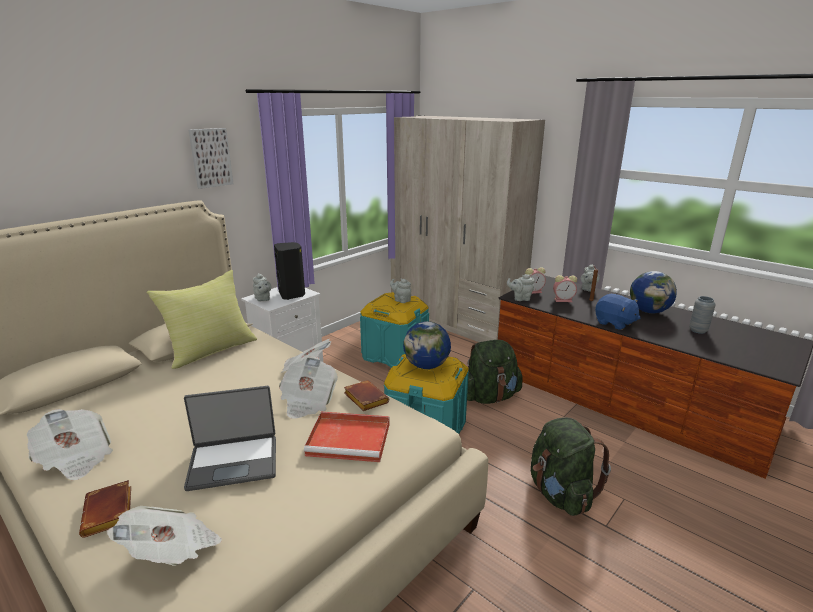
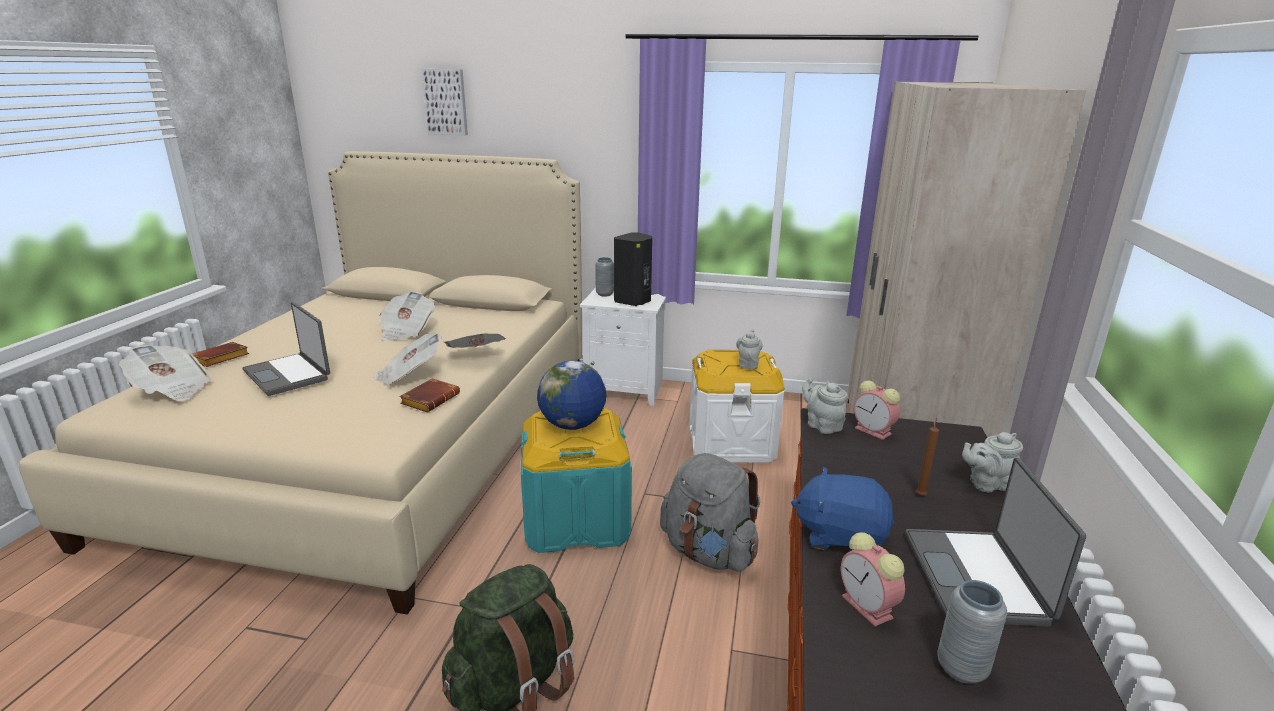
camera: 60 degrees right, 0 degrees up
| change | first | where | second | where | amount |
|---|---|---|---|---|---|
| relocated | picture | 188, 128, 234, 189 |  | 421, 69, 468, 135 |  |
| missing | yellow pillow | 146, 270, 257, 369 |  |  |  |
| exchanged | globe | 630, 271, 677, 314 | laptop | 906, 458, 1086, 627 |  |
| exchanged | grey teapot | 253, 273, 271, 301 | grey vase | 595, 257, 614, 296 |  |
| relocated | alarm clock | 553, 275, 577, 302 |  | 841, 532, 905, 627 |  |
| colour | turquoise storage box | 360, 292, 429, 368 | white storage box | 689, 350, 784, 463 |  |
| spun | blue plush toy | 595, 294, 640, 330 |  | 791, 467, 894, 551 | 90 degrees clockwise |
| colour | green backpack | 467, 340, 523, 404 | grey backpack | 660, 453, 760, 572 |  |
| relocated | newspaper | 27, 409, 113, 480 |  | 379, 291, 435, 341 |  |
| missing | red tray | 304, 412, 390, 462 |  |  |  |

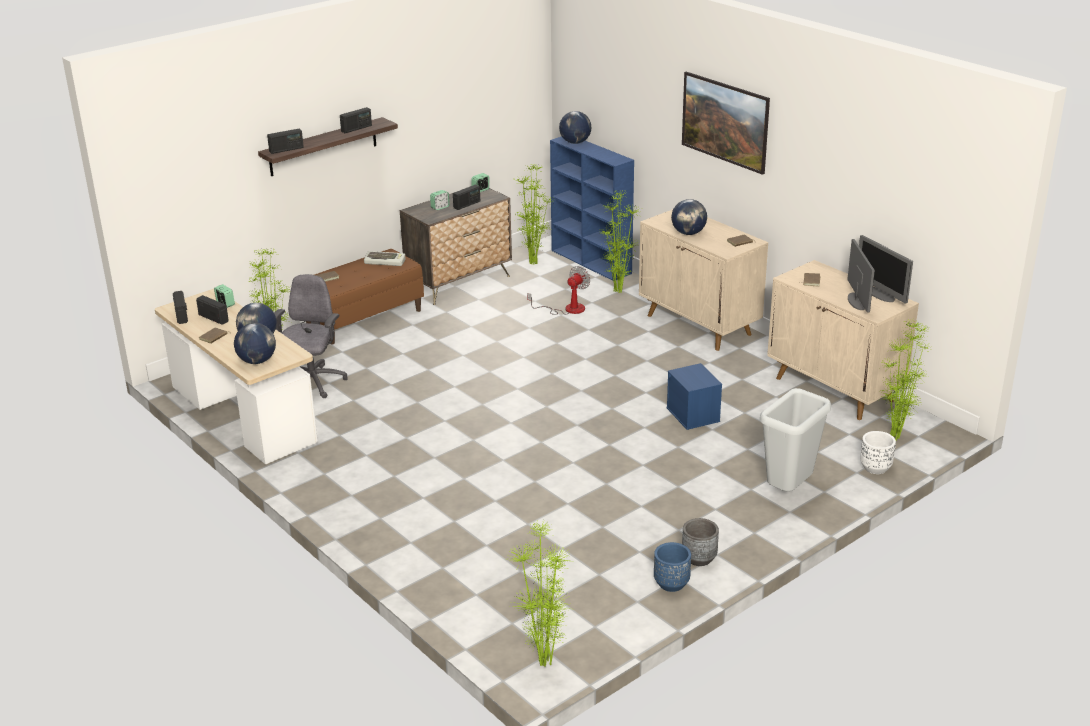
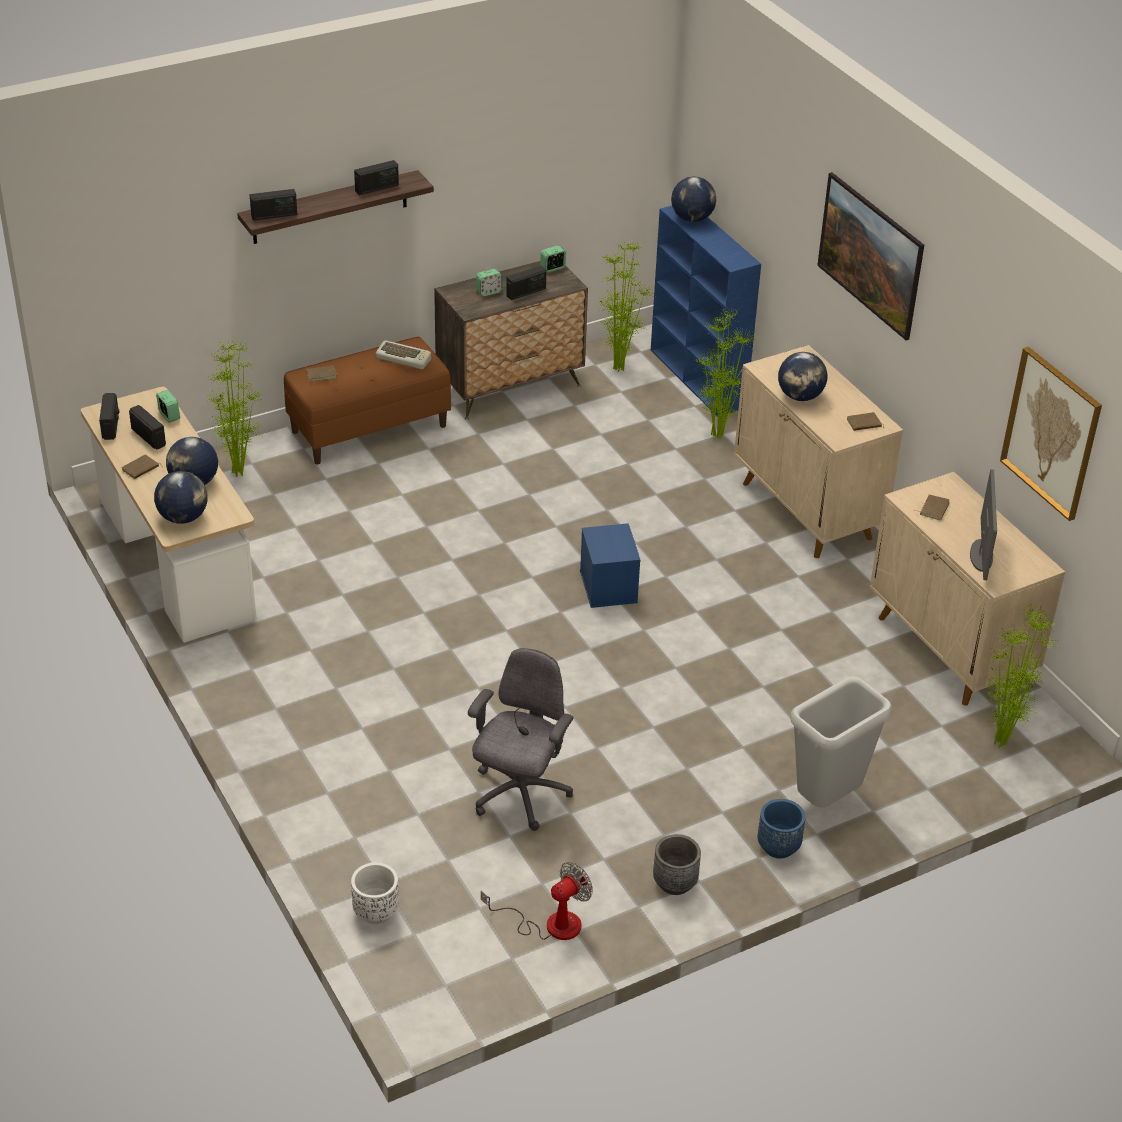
camera: 10 degrees right, 10 degrees up
| change | first | where | second | where | amount |
|---|---|---|---|---|---|
| missing | monitor | 859, 235, 913, 304 |  |  |  |
| relocated | fan | 527, 266, 590, 315 |  | 481, 862, 593, 940 |  |
| relocated | grey office chair | 274, 274, 347, 398 |  | 468, 648, 573, 831 |  |
| relocated | blue storage box | 667, 363, 722, 430 |  | 580, 523, 640, 608 |  |
| relocated | white planter | 860, 431, 896, 474 |  | 351, 862, 399, 924 |  |
| missing | potted plant | 508, 520, 575, 667 |  |  |  |
| relocated | blue planter | 654, 542, 691, 592 |  | 758, 799, 806, 859 |  |
| appeared |  |  | picture | 1000, 347, 1102, 521 |  |

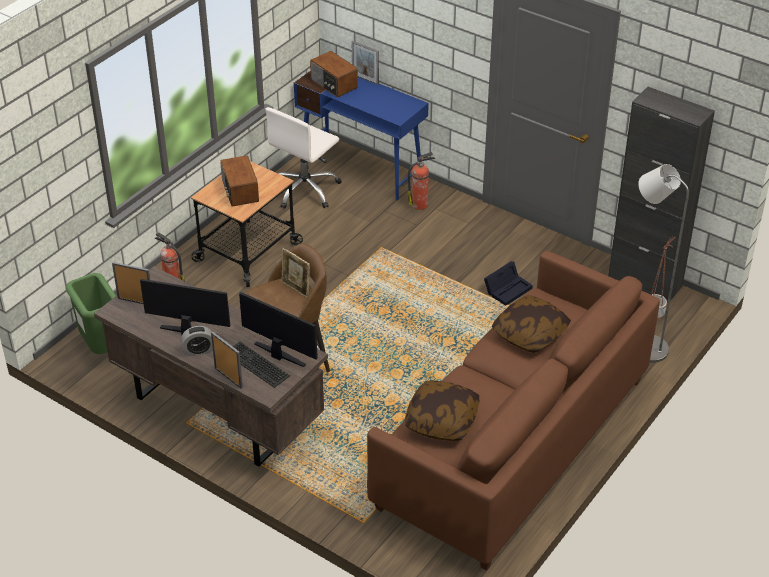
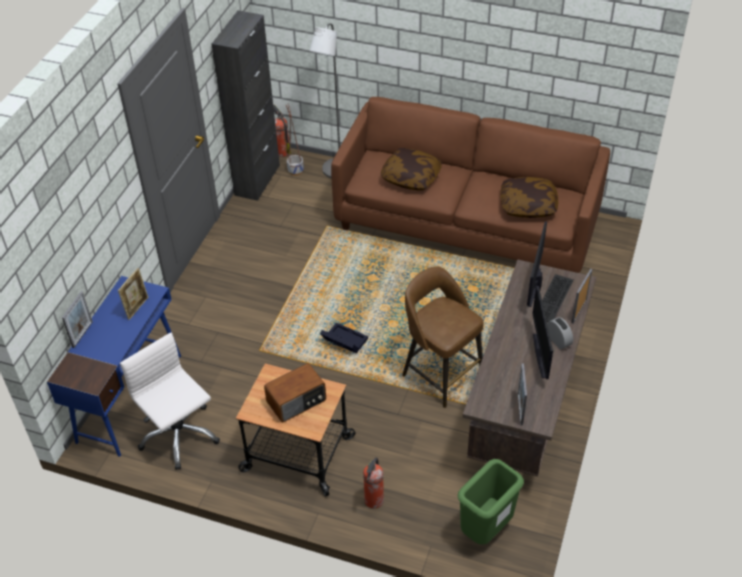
camera: 105 degrees left, 5 degrees up
| change | first | where | second | where | amount |
|---|---|---|---|---|---|
| missing | radio | 310, 51, 358, 97 |  |  |  |
| spun | white office chair | 265, 107, 341, 209 |  | 120, 332, 220, 470 | 150 degrees counterclockwise |
| relocated | fire extinguisher | 408, 152, 435, 210 |  | 273, 105, 291, 157 |  |
| relocated | picture frame | 281, 248, 310, 298 |  | 118, 268, 148, 320 |  |
| relocated | black storage box | 484, 261, 533, 306 |  | 320, 322, 368, 354 |  |

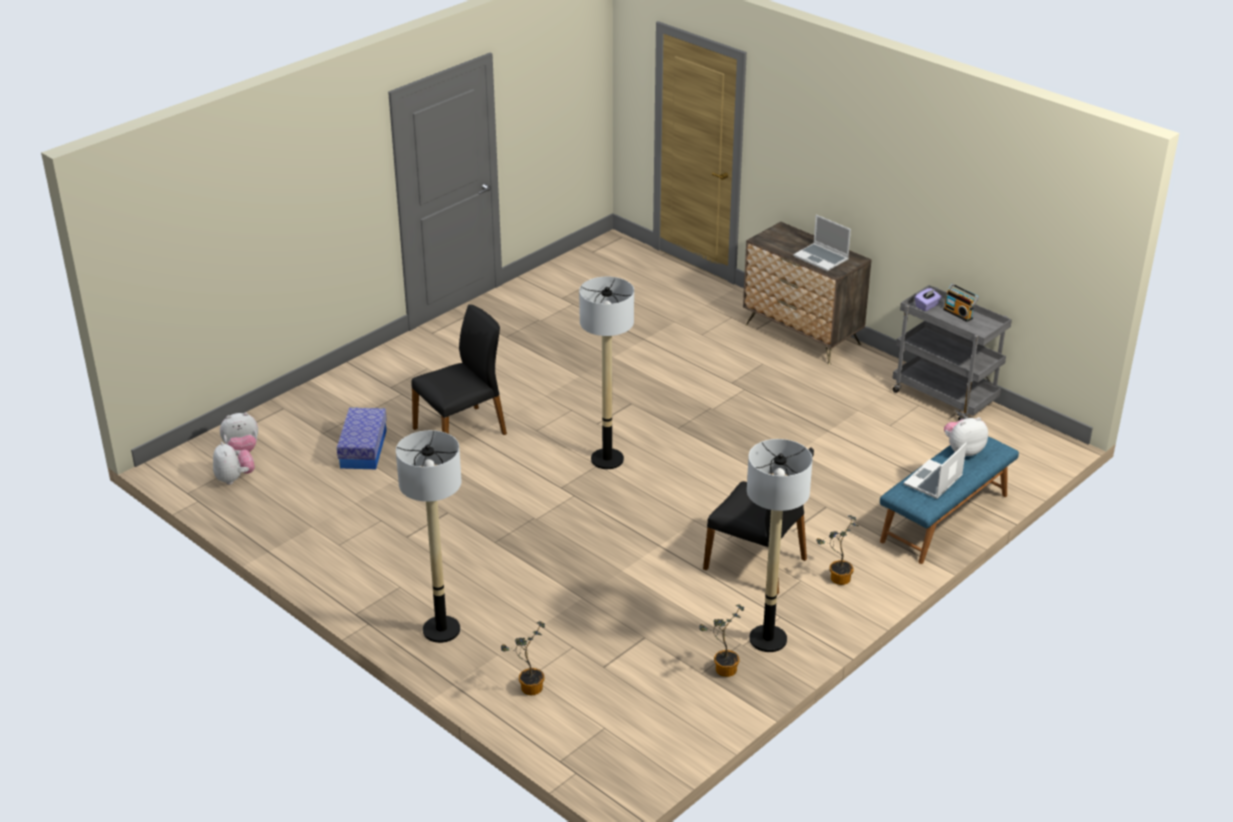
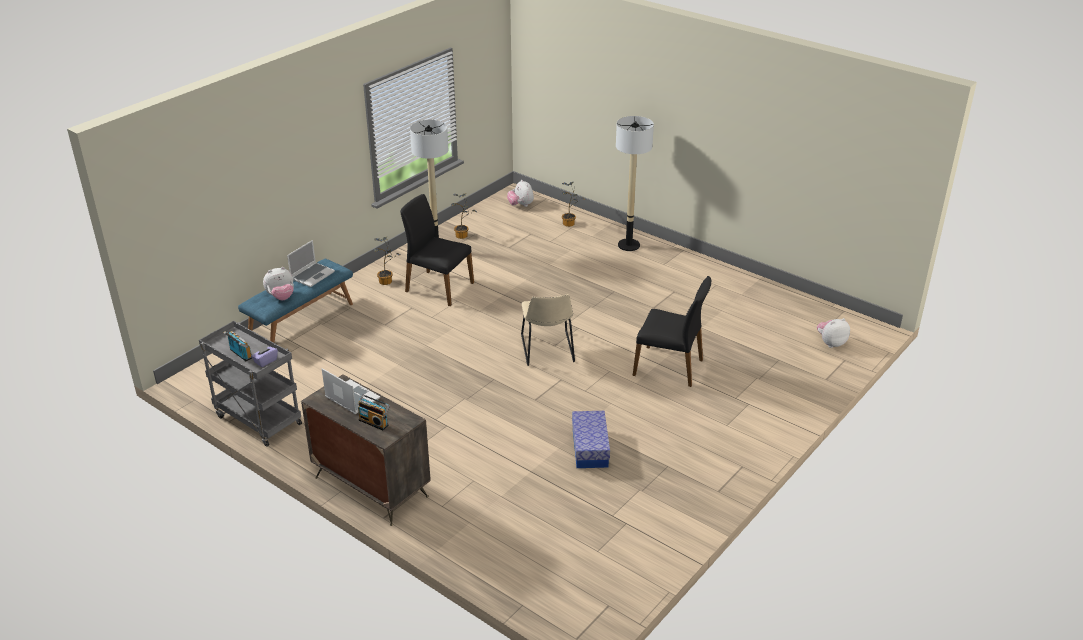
camera: 175 degrees right, 0 degrees up
| change | first | where | second | where | amount |
|---|---|---|---|---|---|
| exchanged | floor lamp | 579, 277, 634, 469 | beige chair | 521, 294, 575, 366 |  |
| spun | black chair | 411, 305, 507, 435 |  | 633, 276, 711, 387 | 120 degrees counterclockwise |
| relocated | storage box | 337, 408, 387, 469 |  | 572, 411, 610, 468 |  |
| relocated | plush toy | 213, 442, 255, 485 |  | 507, 180, 534, 207 |  |
| appeared |  |  | radio | 358, 394, 390, 430 |  |

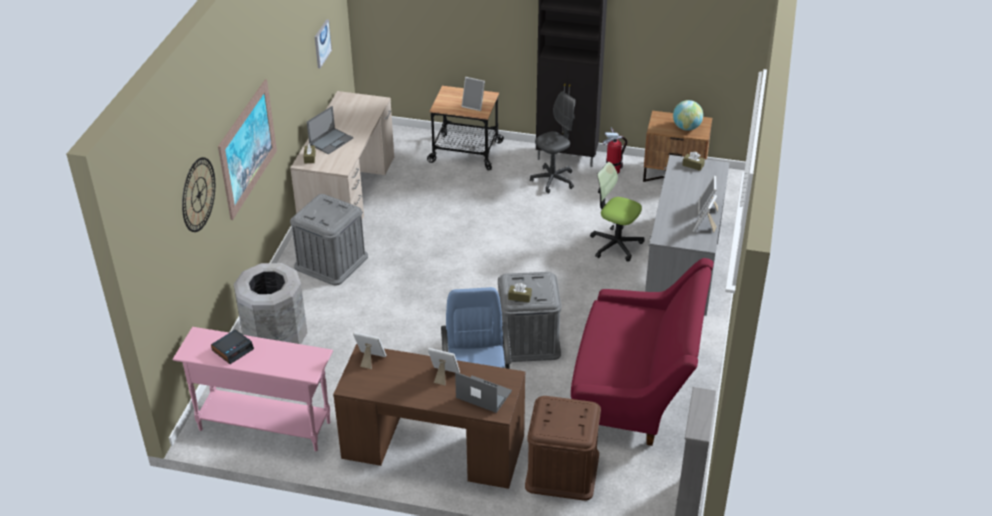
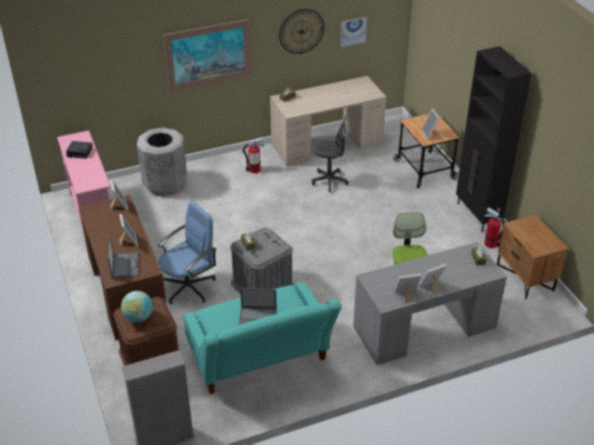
camera: 55 degrees right, 0 degrees up
| change | first | where | second | where | amount |
|---|---|---|---|---|---|
| relocated | grey office chair | 530, 91, 576, 193 |  | 312, 115, 349, 192 |  |
| relocated | globe | 673, 100, 703, 131 |  | 121, 291, 153, 322 |  |
| relocated | laptop | 307, 106, 354, 154 |  | 239, 288, 277, 325 |  |
| relocated | wall clock | 182, 157, 215, 232 |  | 279, 9, 324, 54 |  |
| exchanged | grey storage box | 290, 194, 368, 285 | fire extinguisher | 243, 137, 264, 173 |  |
| colour | red sofa | 571, 258, 713, 446 | turquoise sofa | 184, 282, 342, 394 |  |

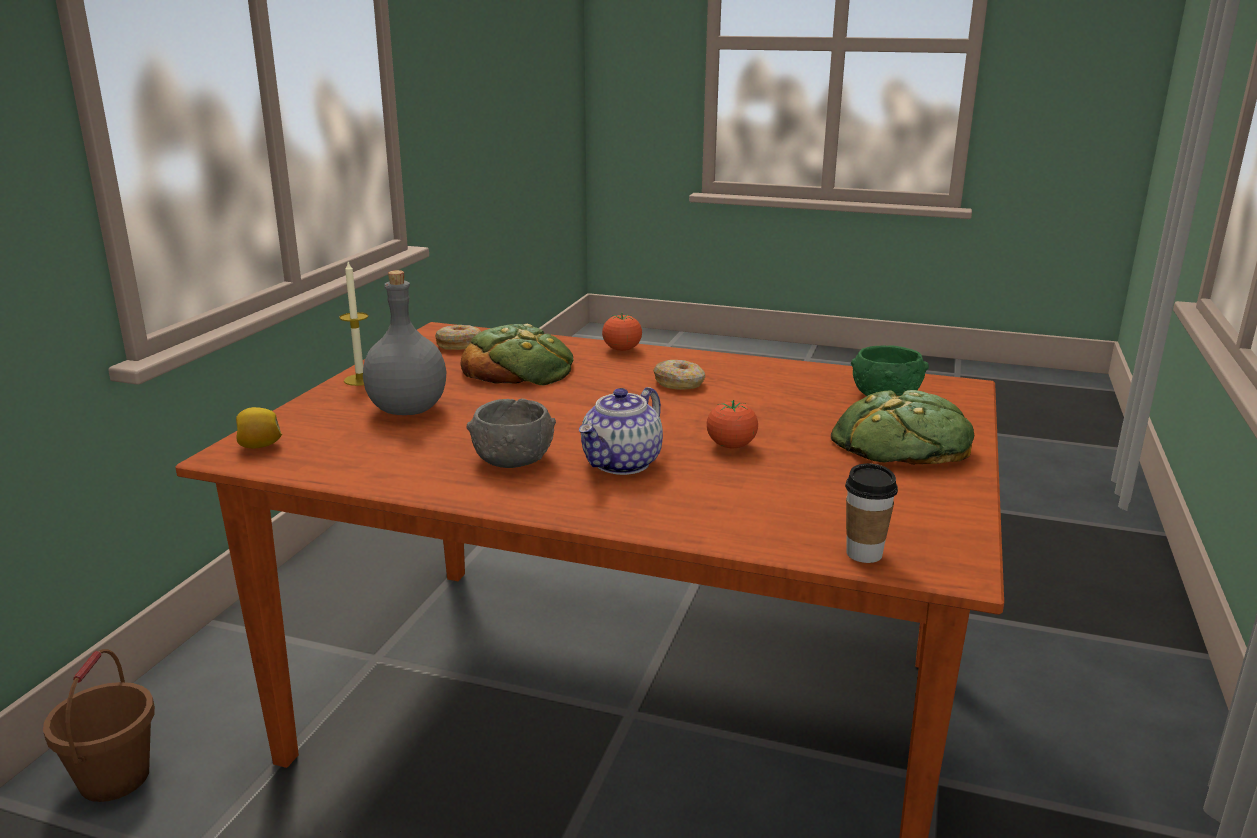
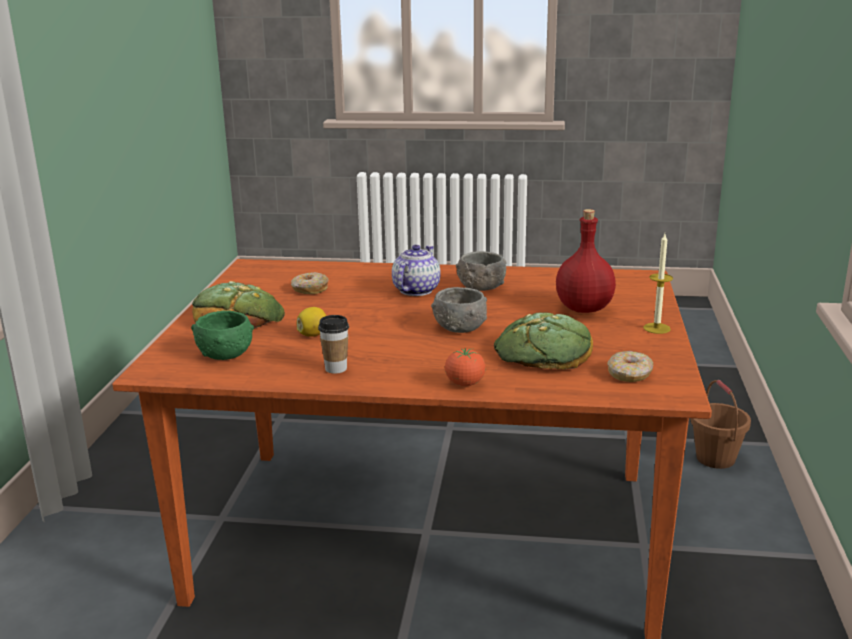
camera: 170 degrees right, 0 degrees up
| change | first | where | second | where | amount |
|---|---|---|---|---|---|
| colour | grey bottle | 363, 270, 446, 415 | red bottle | 556, 209, 616, 313 |  |
| relocated | donut | 653, 360, 705, 390 |  | 291, 272, 329, 294 |  |
| missing | tomato | 707, 400, 758, 449 |  |  |  |
| relocated | lemon | 236, 407, 282, 449 |  | 297, 307, 326, 337 |  |
| relocated | cup | 845, 463, 898, 563 |  | 318, 315, 349, 374 |  |
| appeared |  |  | grey bowl | 431, 287, 487, 333 |  |

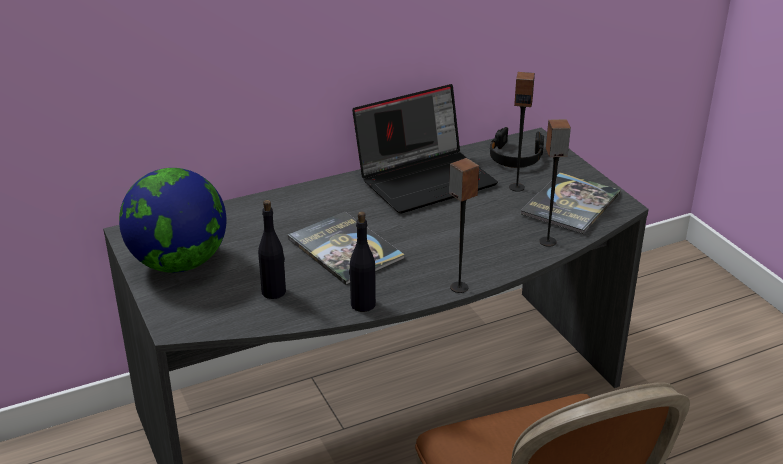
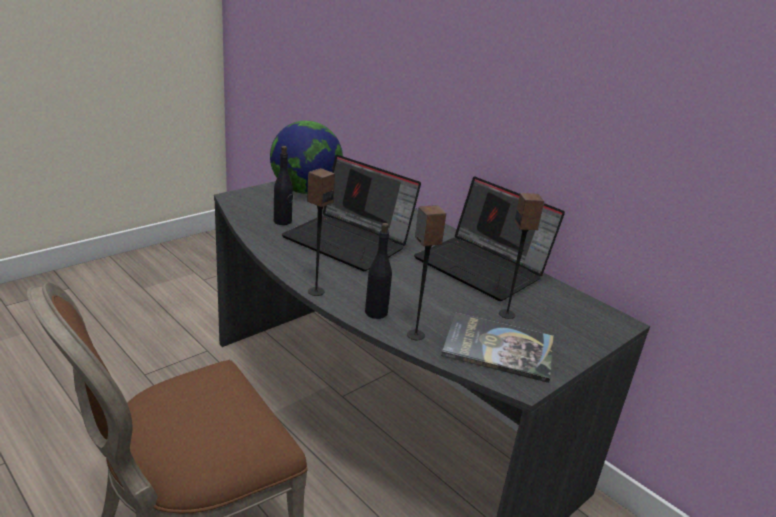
camera: 70 degrees right, 5 degrees down
| change | first | where | second | where | amount |
|---|---|---|---|---|---|
| missing | black headphones | 490, 127, 544, 168 |  |  |  |
| exchanged | book | 287, 211, 405, 285 | laptop | 282, 155, 421, 271 |  |
| relocated | black bottle | 349, 212, 376, 312 |  | 365, 223, 392, 319 |  |

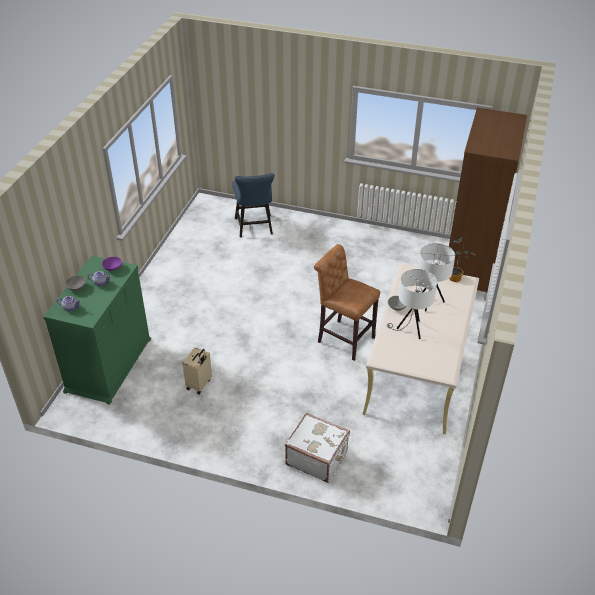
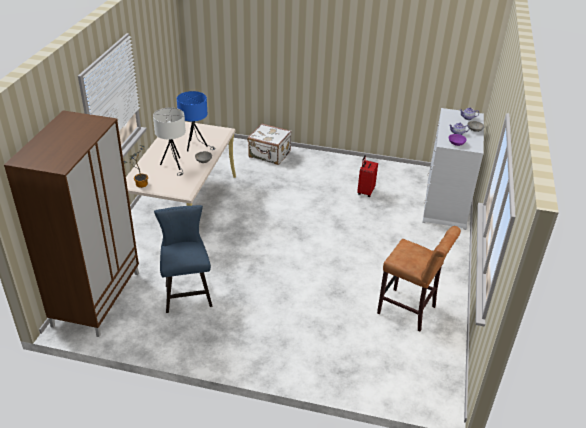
camera: 175 degrees right, 5 degrees down
| change | first | where | second | where | amount |
|---|---|---|---|---|---|
| relocated | blue chair | 232, 173, 275, 237 |  | 154, 205, 213, 313 |  |
| relocated | brown stool | 314, 244, 380, 361 |  | 377, 226, 461, 331 |  |
| colour | green dresser | 43, 256, 151, 405 | white dresser | 422, 108, 484, 230 |  |
| colour | white table lamp | 387, 269, 437, 339 | blue table lamp | 177, 91, 216, 151 |  |
| colour | beige suitcase | 183, 348, 212, 394 | red suitcase | 357, 155, 378, 197 |  |

